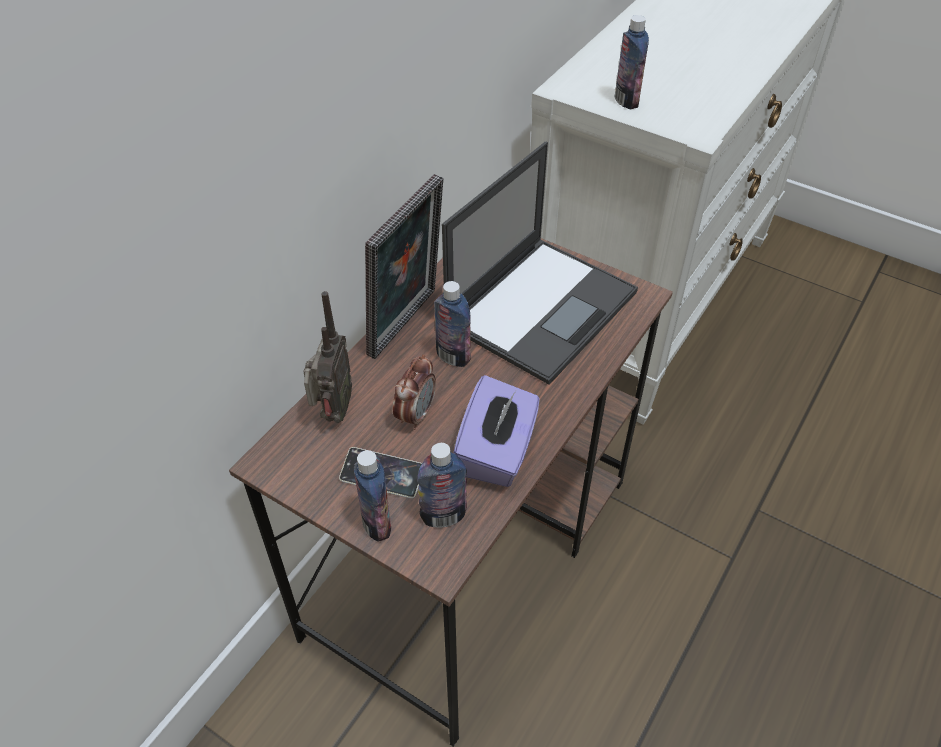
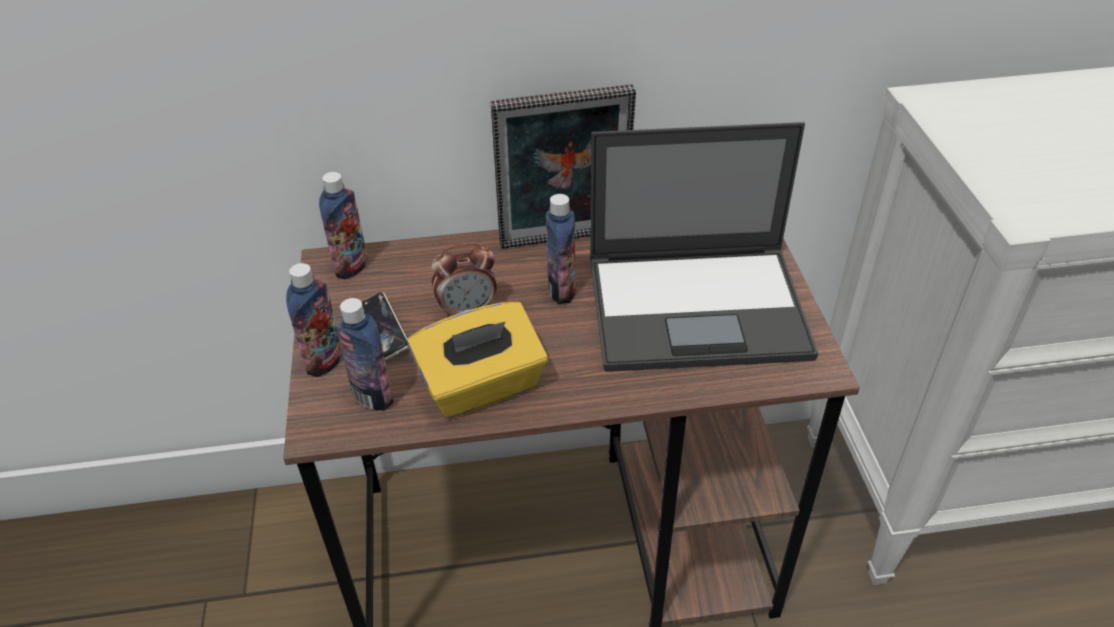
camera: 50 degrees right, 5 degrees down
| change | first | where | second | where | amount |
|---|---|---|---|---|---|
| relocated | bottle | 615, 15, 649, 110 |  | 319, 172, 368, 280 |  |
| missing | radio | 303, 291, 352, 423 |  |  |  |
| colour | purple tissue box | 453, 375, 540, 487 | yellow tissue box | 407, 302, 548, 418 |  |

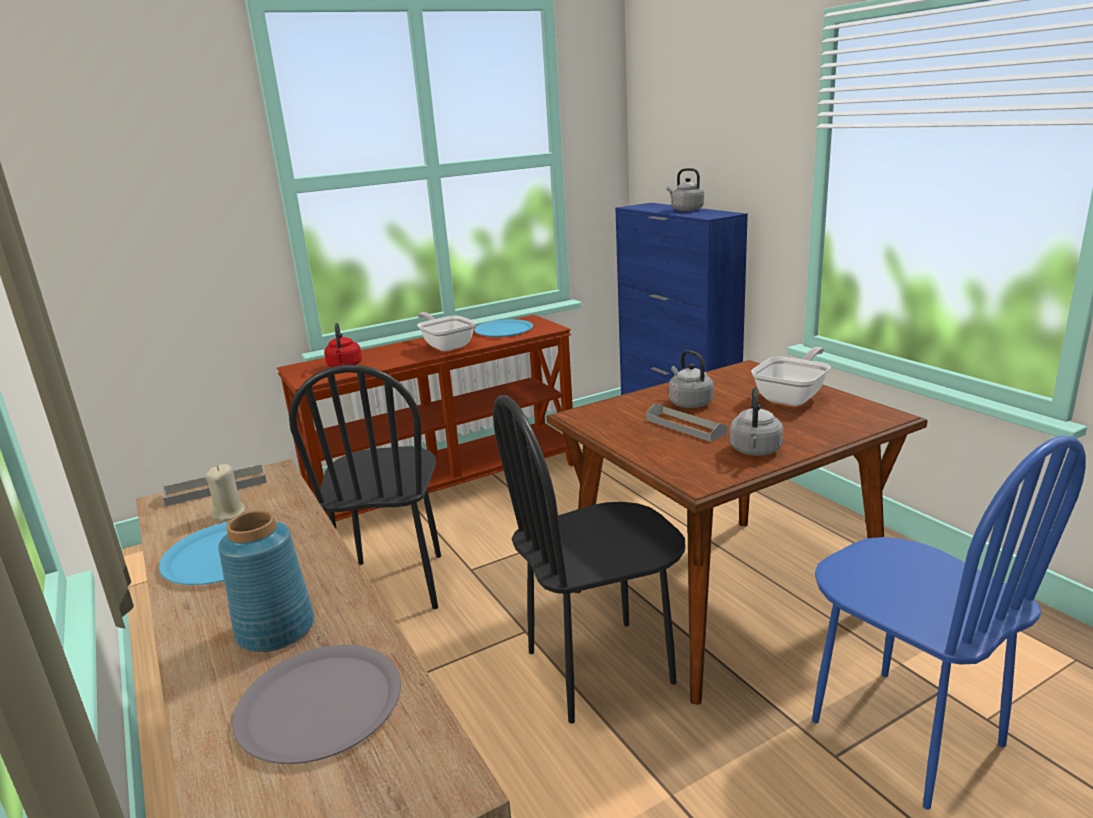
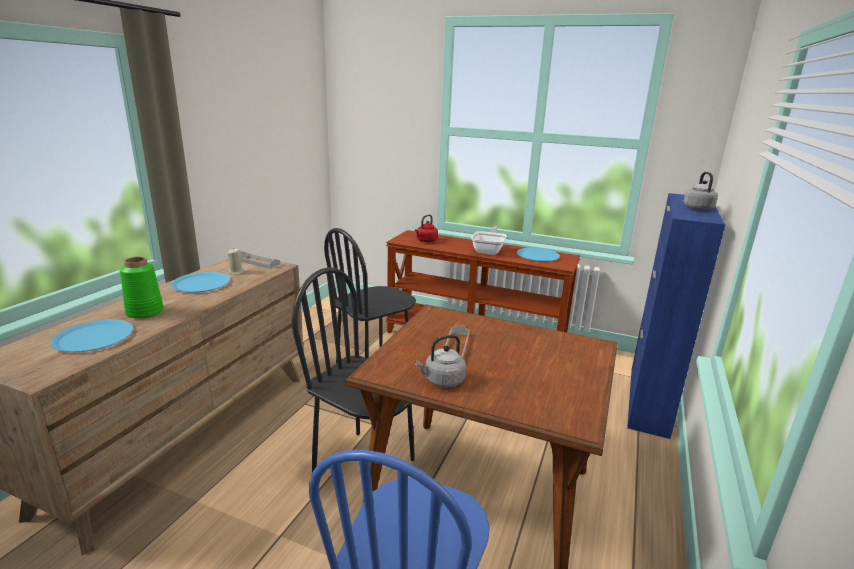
camera: 50 degrees right, 0 degrees up
| change | first | where | second | where | amount |
|---|---|---|---|---|---|
| missing | frying pan | 751, 347, 831, 406 |  |  |  |
| missing | grey kettle | 669, 350, 714, 408 |  |  |  |
| colour | blue vase | 218, 510, 314, 652 | green vase | 120, 257, 164, 319 |  |
| colour | grey plate | 233, 645, 401, 764 | blue plate | 51, 319, 133, 352 |  |

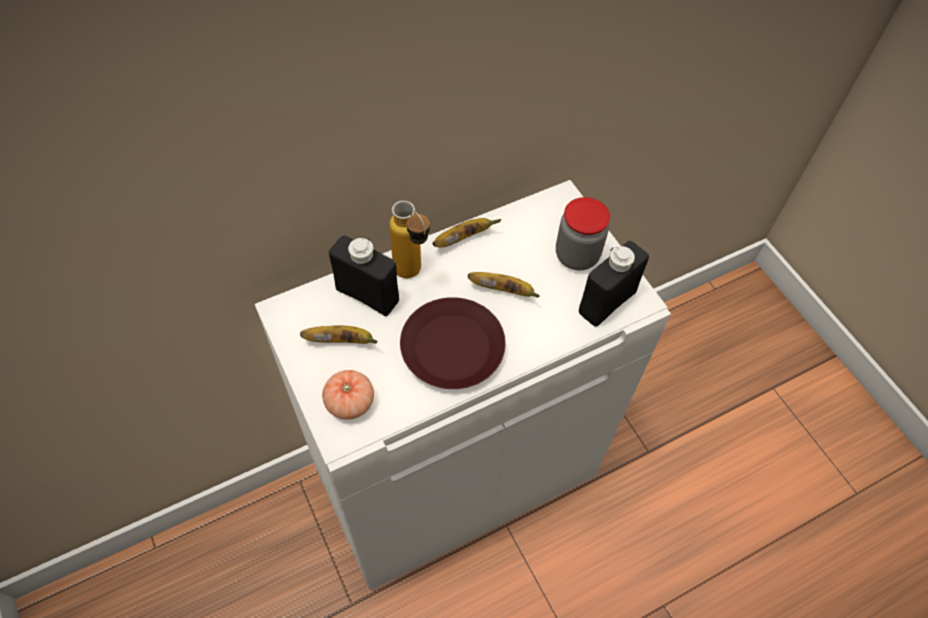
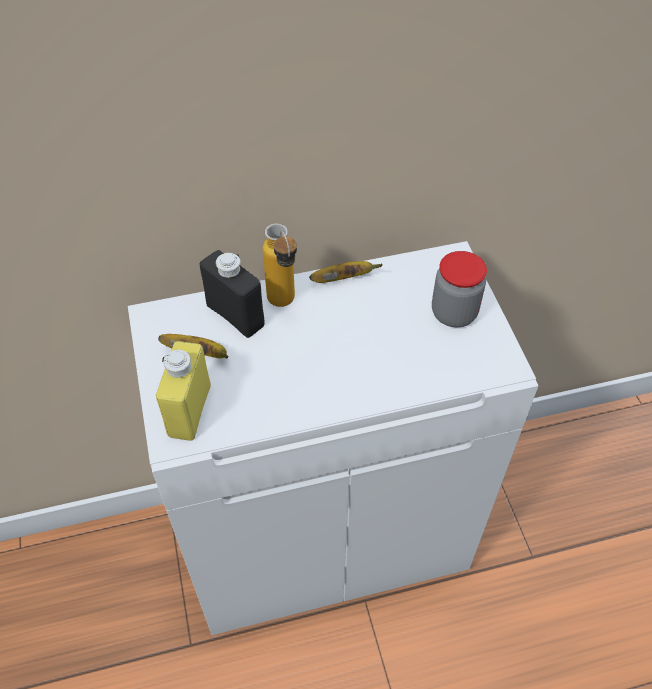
camera: 15 degrees right, 5 degrees down
| change | first | where | second | where | amount |
|---|---|---|---|---|---|
| missing | black bottle | 579, 241, 649, 327 |  |  |  |
| missing | banana | 468, 272, 540, 298 |  |  |  |
| missing | brown plate | 400, 297, 506, 389 |  |  |  |
| exchanged | tomato | 322, 370, 374, 420 | yellow bottle | 156, 341, 211, 441 |  |

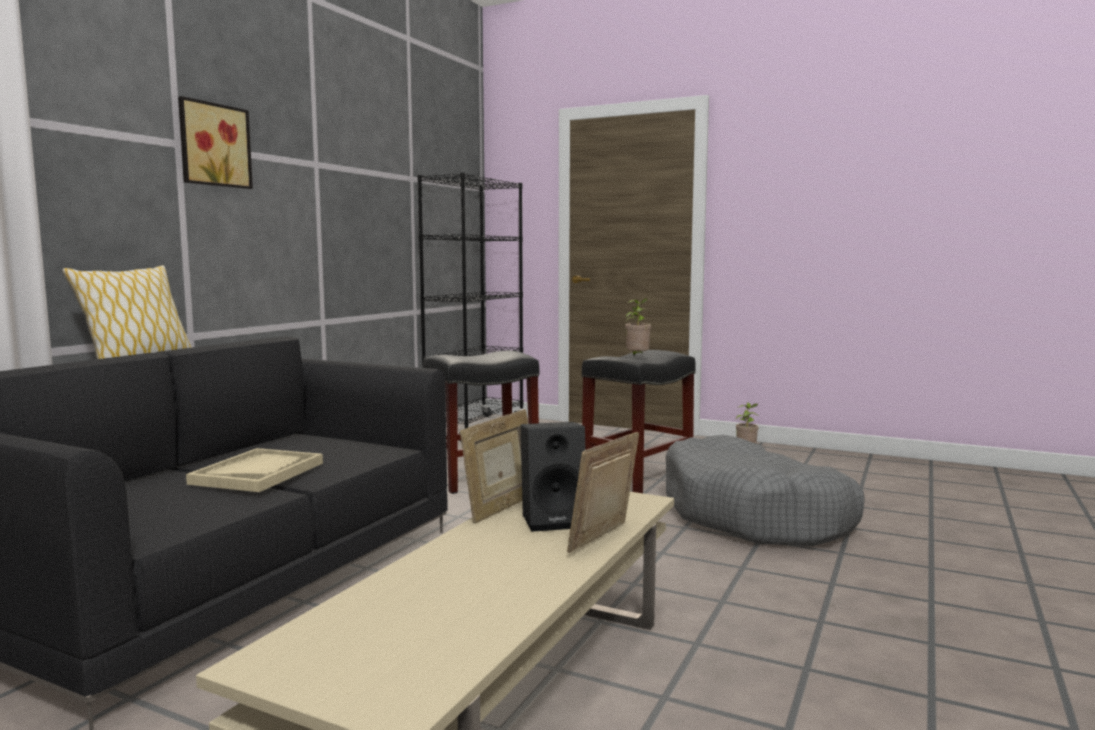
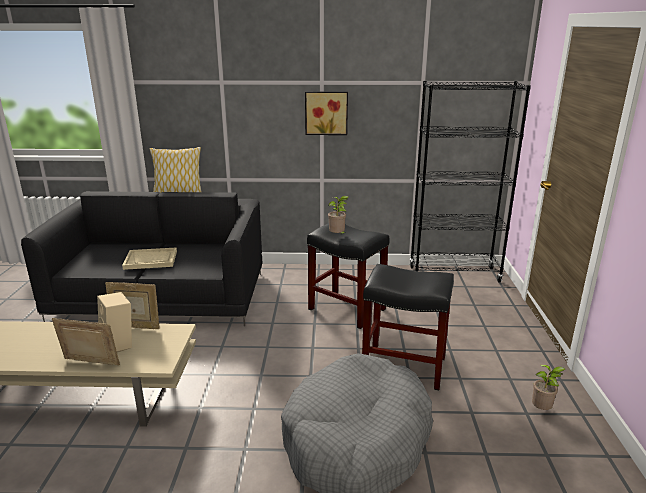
camera: 65 degrees right, 15 degrees up
| change | first | where | second | where | amount |
|---|---|---|---|---|---|
| relocated | picture | 178, 96, 253, 189 |  | 305, 91, 348, 135 |  |
| relocated | potted plant | 625, 298, 651, 357 |  | 328, 196, 349, 234 |  |
| colour | black speaker | 521, 422, 585, 532 | beige speaker | 97, 292, 132, 353 |  |

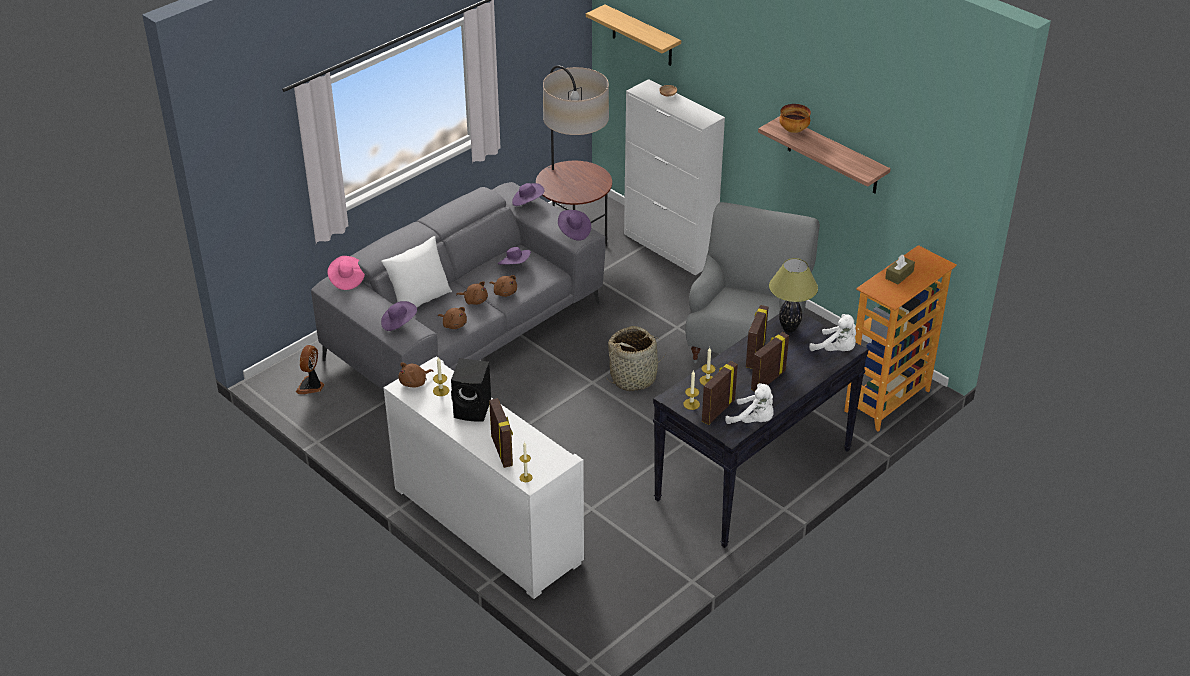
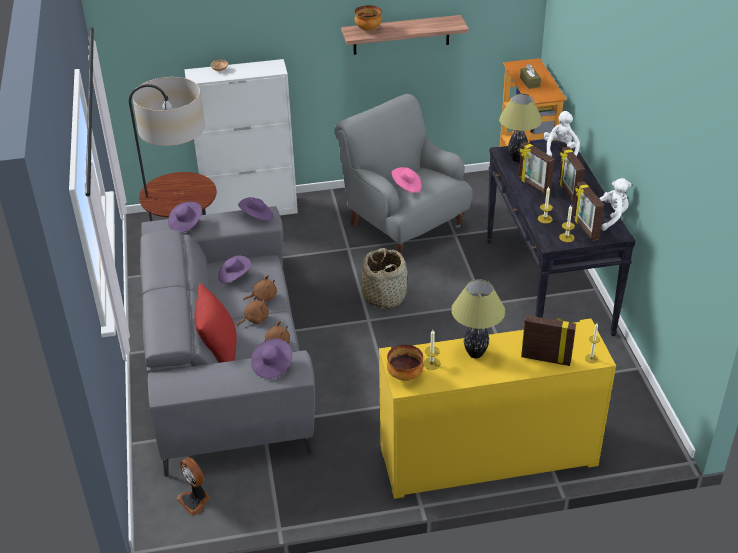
camera: 55 degrees left, 0 degrees up
| change | first | where | second | where | amount |
|---|---|---|---|---|---|
| missing | shelf | 586, 5, 681, 66 |  |  |  |
| colour | white pillow | 381, 236, 452, 307 | red pillow | 194, 283, 237, 363 |  |
| relocated | pink hat | 327, 256, 365, 290 |  | 391, 167, 422, 193 |  |
| spun | white plush toy | 809, 314, 856, 351 |  | 543, 111, 580, 157 | 60 degrees counterclockwise |
| colour | white cabinet | 383, 356, 584, 599 | yellow cabinet | 379, 318, 616, 499 |  |
| exchanged | black speaker | 451, 358, 491, 422 | table lamp | 451, 279, 506, 358 |  |
| exchanged | brown plush toy | 398, 363, 433, 388 | bowl | 387, 345, 424, 381 |  |

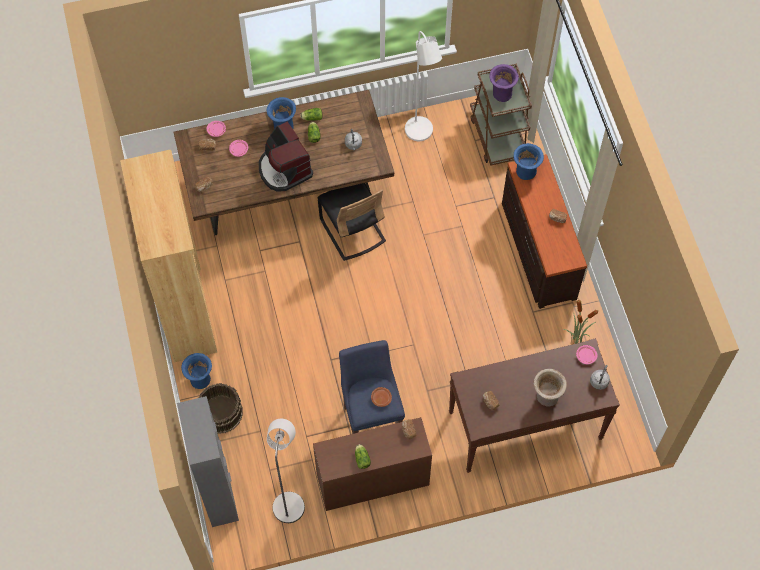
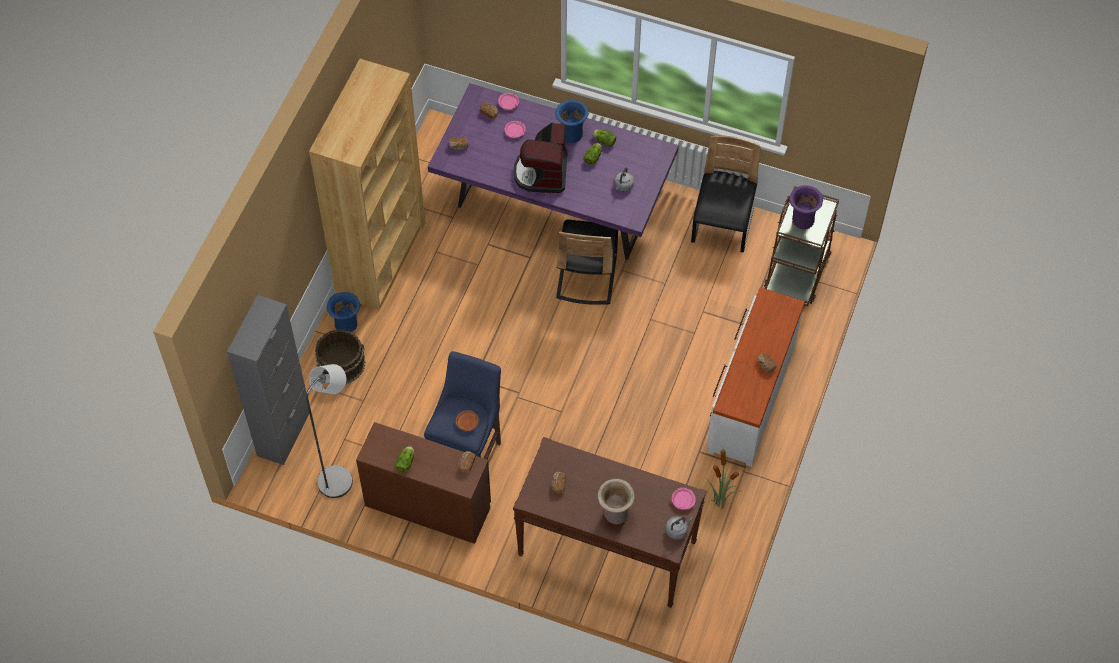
camera: 35 degrees right, 5 degrees down
| change | first | where | second | where | amount |
|---|---|---|---|---|---|
| exchanged | white floor lamp | 405, 31, 442, 141 | black chair | 691, 135, 761, 253 |  |
| colour | brown dining table | 173, 90, 394, 235 | purple dining table | 428, 83, 679, 260 |  |
| missing | blue vase | 513, 143, 544, 180 |  |  |  |
| colour | brown dresser | 502, 154, 587, 309 | white dresser | 707, 287, 805, 467 |  |

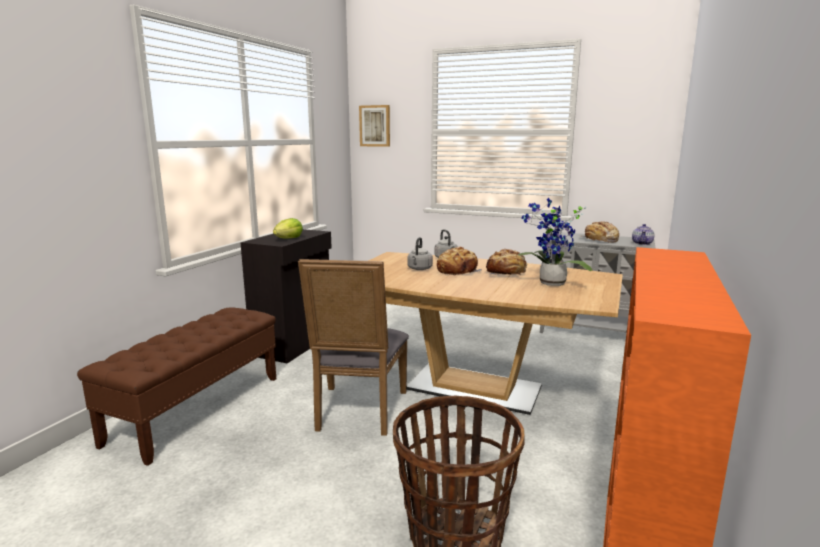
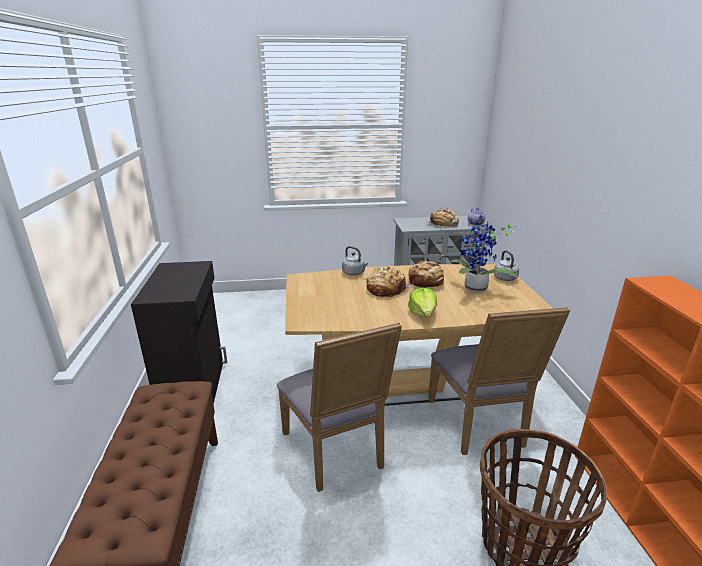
camera: 30 degrees left, 10 degrees up
| change | first | where | second | where | amount |
|---|---|---|---|---|---|
| missing | picture | 359, 105, 390, 147 |  |  |  |
| relocated | lettuce | 273, 218, 303, 238 |  | 408, 288, 437, 317 |  |
| relocated | grey kettle | 407, 237, 433, 270 |  | 494, 250, 519, 281 |  |
| appeared |  |  | grey chair | 428, 307, 570, 455 |  |

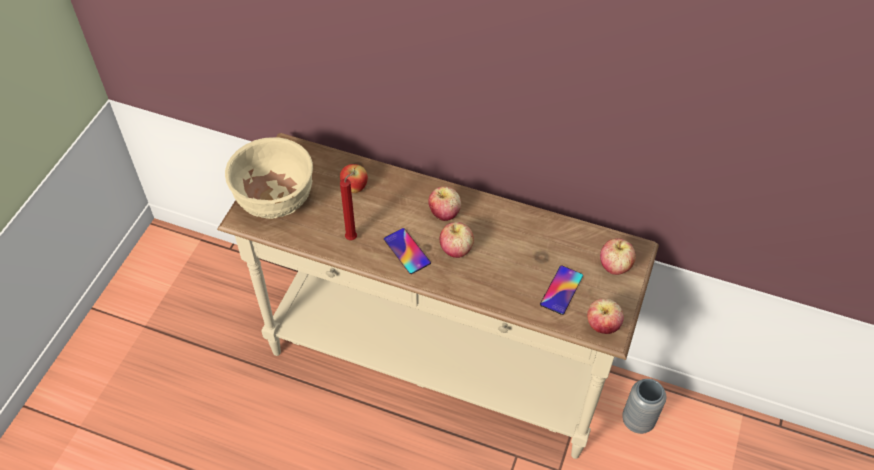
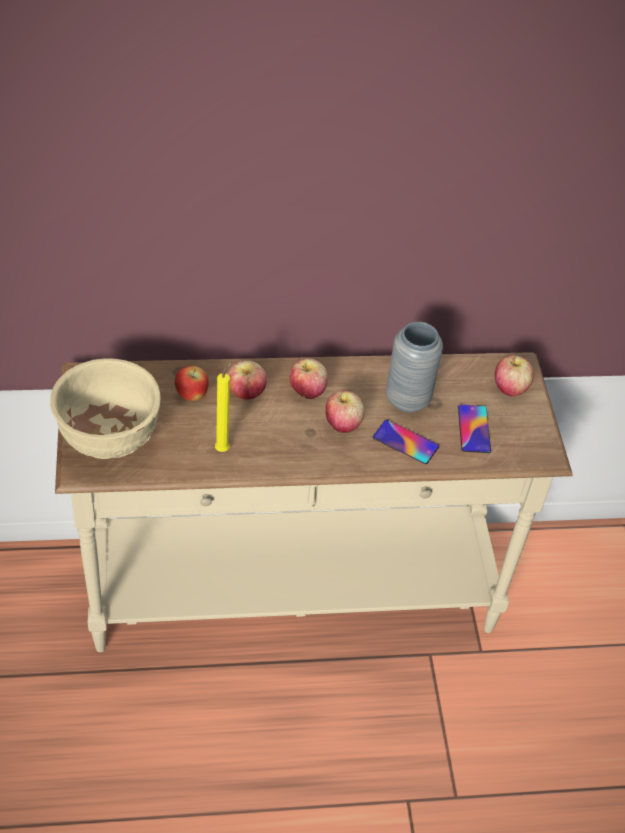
camera: 30 degrees left, 5 degrees down
| change | first | where | second | where | amount |
|---|---|---|---|---|---|
| colour | red candle | 340, 172, 357, 240 | yellow candle | 215, 361, 233, 452 |  |
| relocated | phone | 384, 228, 431, 274 |  | 373, 420, 439, 464 |  |
| relocated | apple | 587, 298, 624, 334 |  | 228, 361, 267, 400 |  |
| relocated | grey vase | 622, 379, 666, 434 |  | 386, 322, 443, 413 |  |

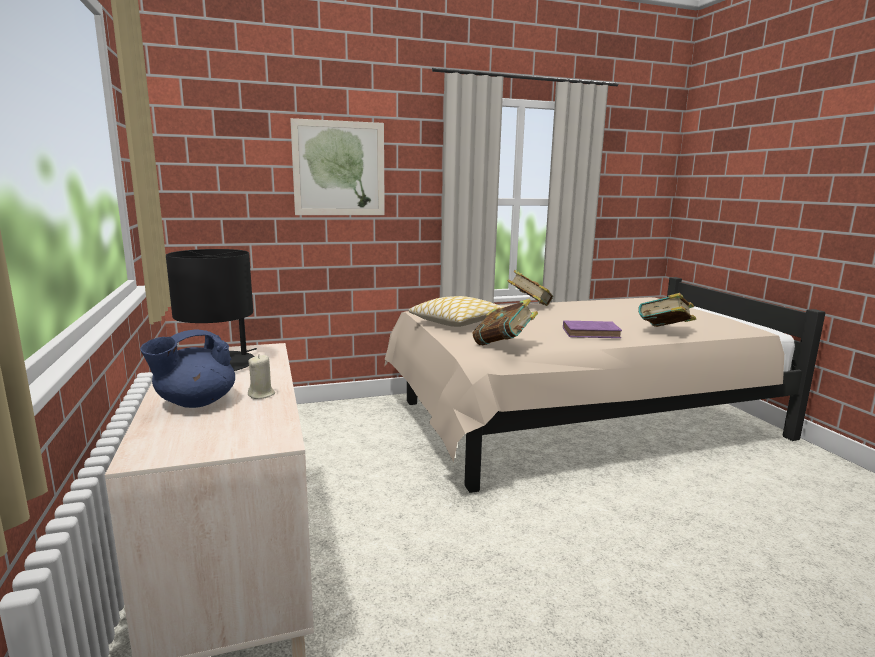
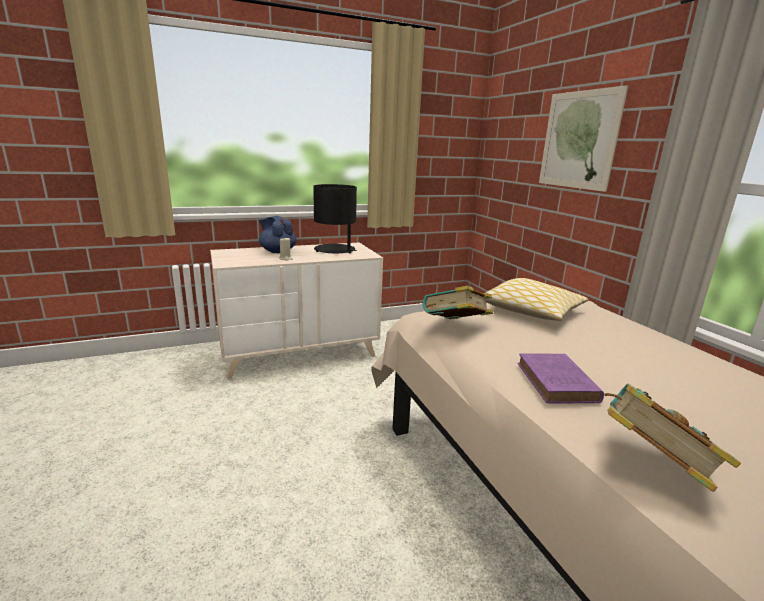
camera: 85 degrees right, 5 degrees up
| change | first | where | second | where | amount |
|---|---|---|---|---|---|
| missing | book | 507, 270, 553, 306 |  |  |  |

